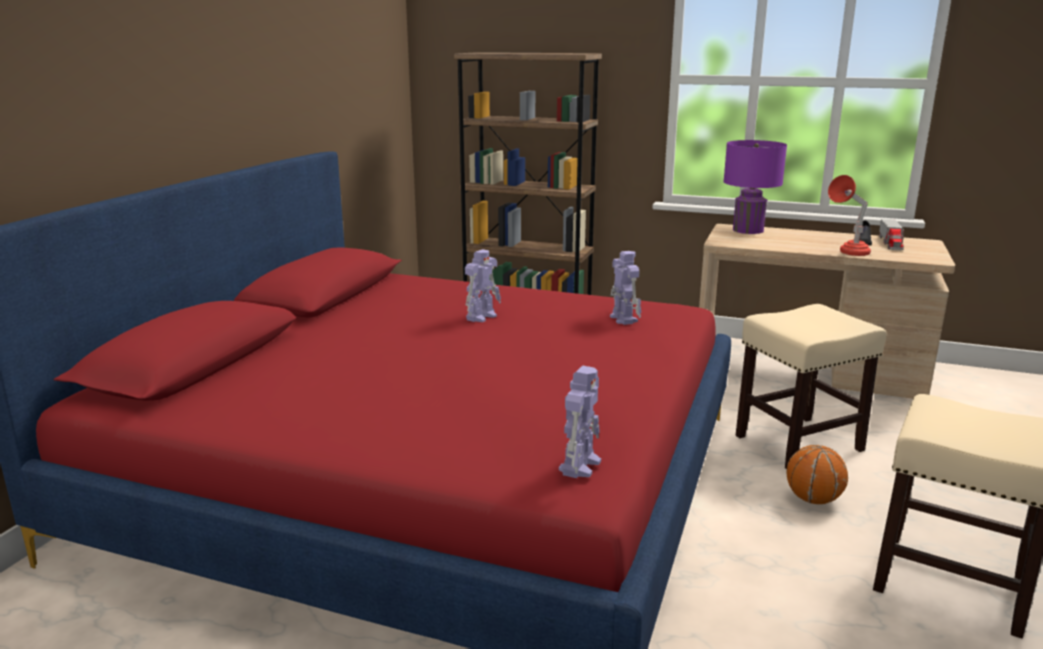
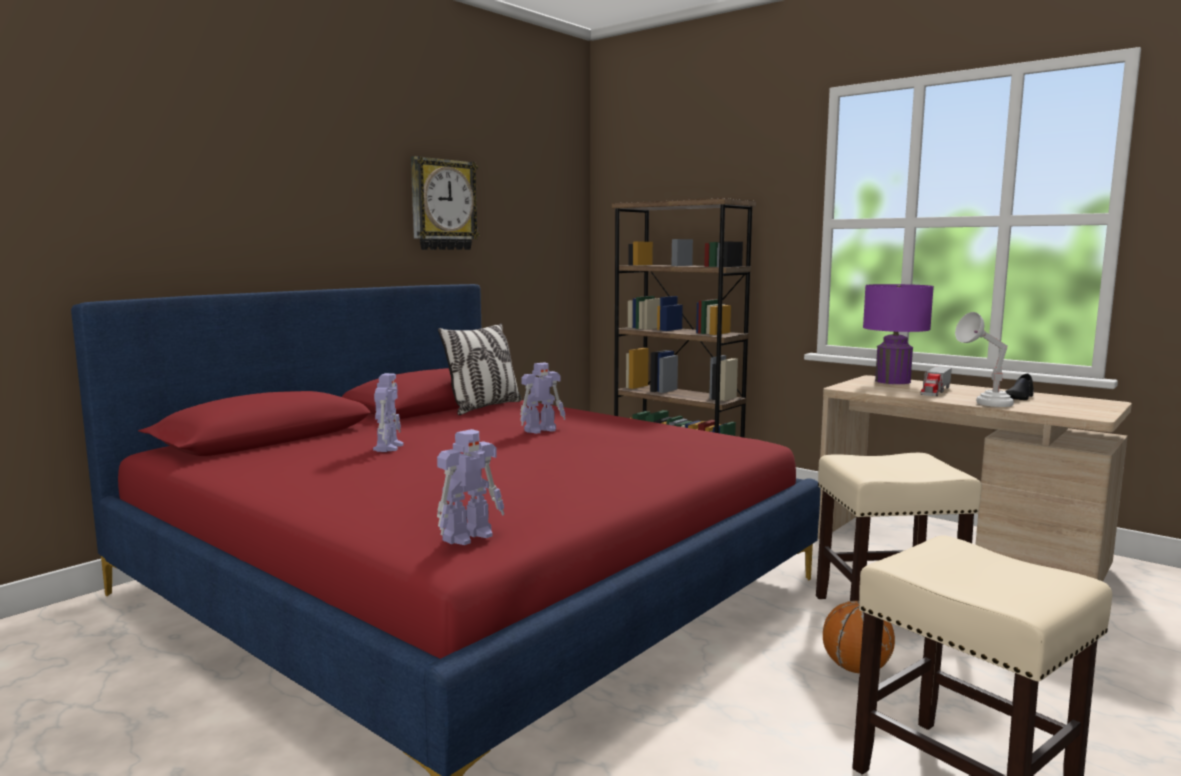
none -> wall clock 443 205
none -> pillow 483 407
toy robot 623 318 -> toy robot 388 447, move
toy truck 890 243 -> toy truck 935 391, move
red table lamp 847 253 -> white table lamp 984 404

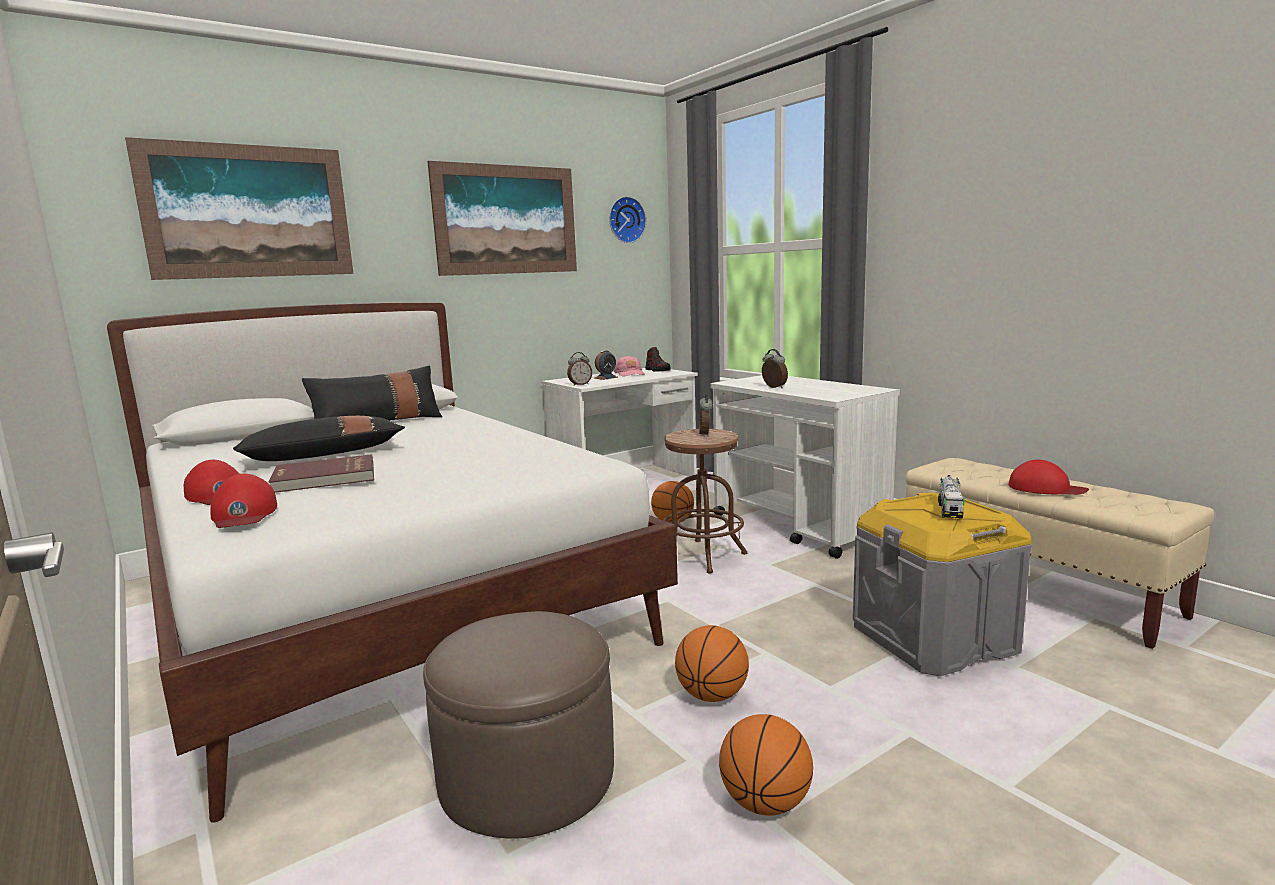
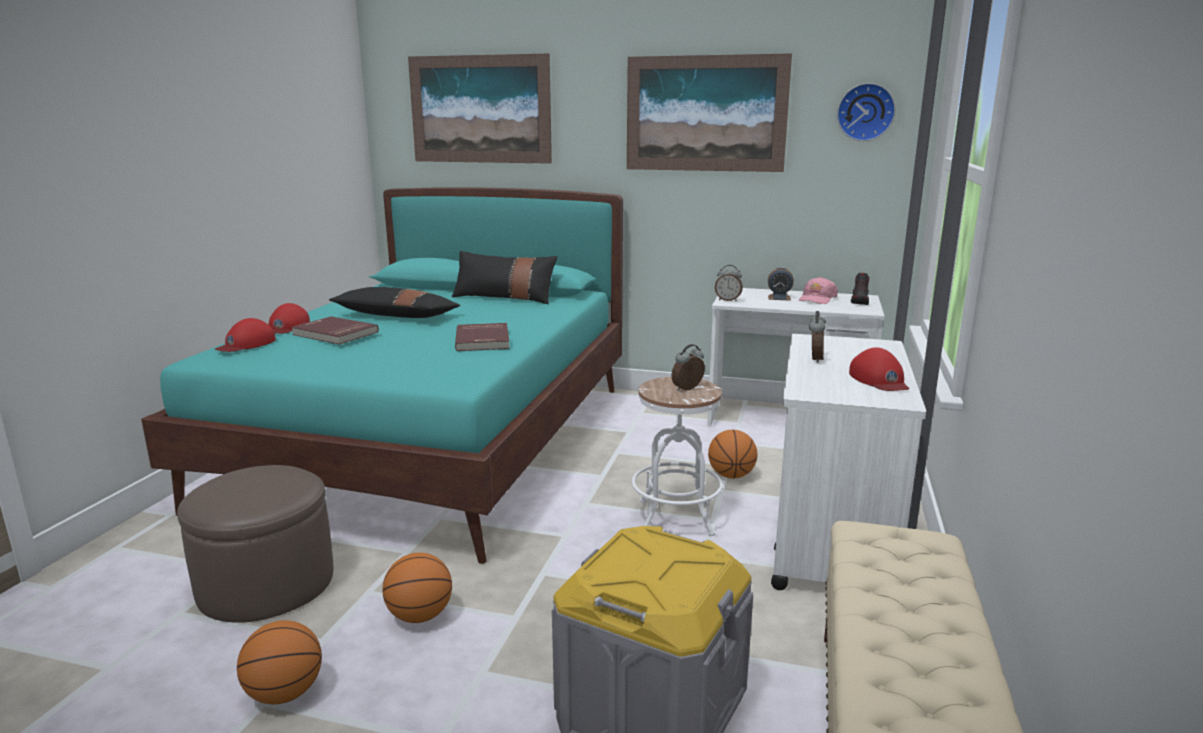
toy truck 950 510 -> none
none -> red book 484 340
red cap 1045 488 -> red cap 879 380, move
white bed 383 604 -> turquoise bed 436 442
brown stool 703 556 -> white stool 675 518

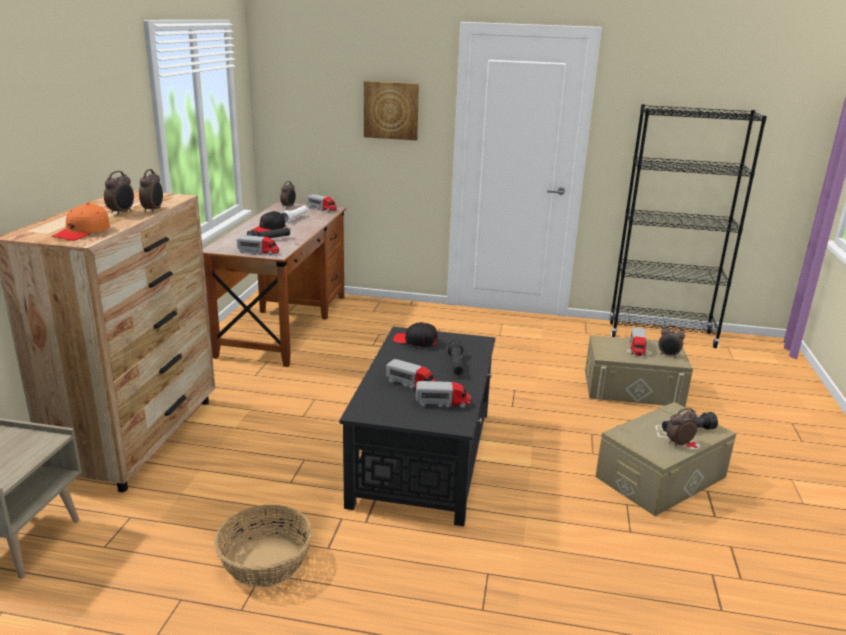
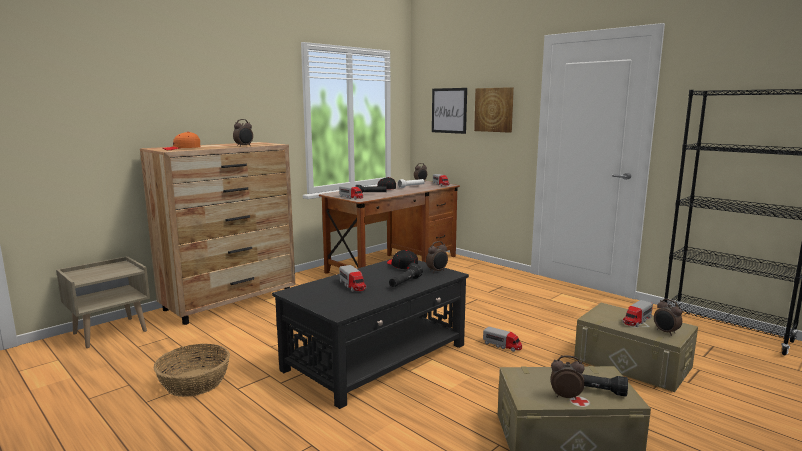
none -> picture 449 110
alarm clock 122 213 -> alarm clock 437 271, move
toy truck 443 403 -> toy truck 502 345, move

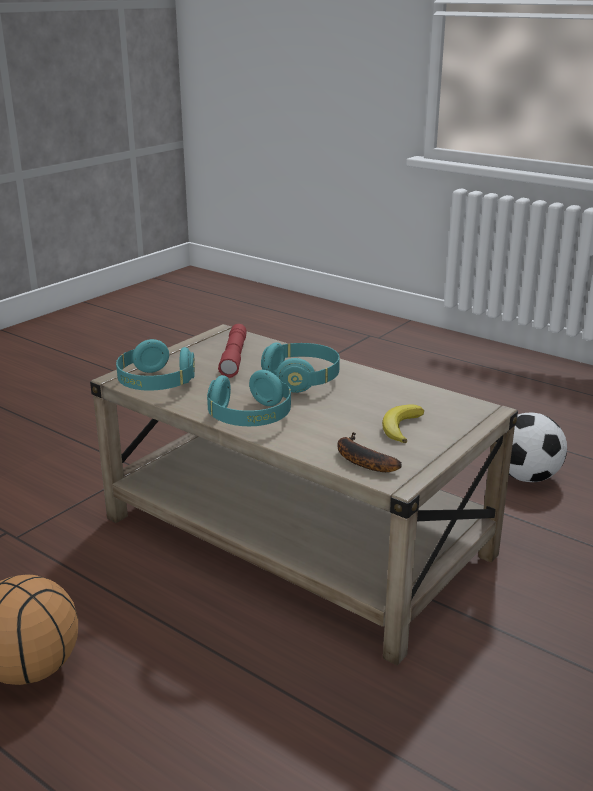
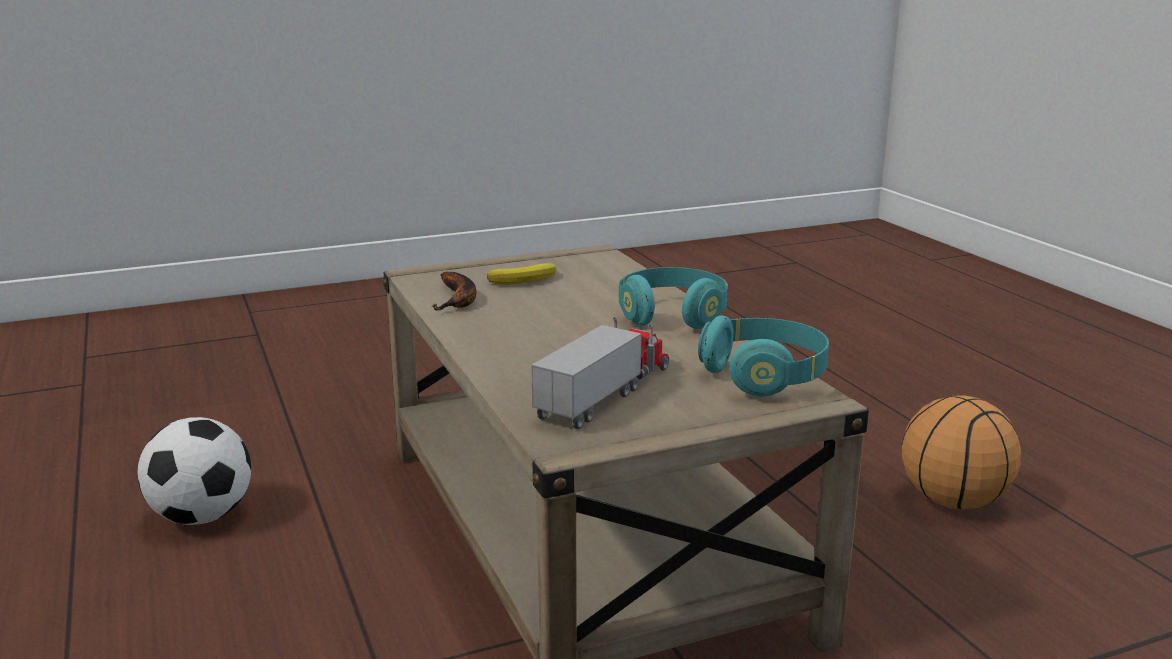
turquoise headphones 302 379 -> none
banana 360 460 -> banana 459 299, move
red flashlight 234 357 -> toy truck 607 392

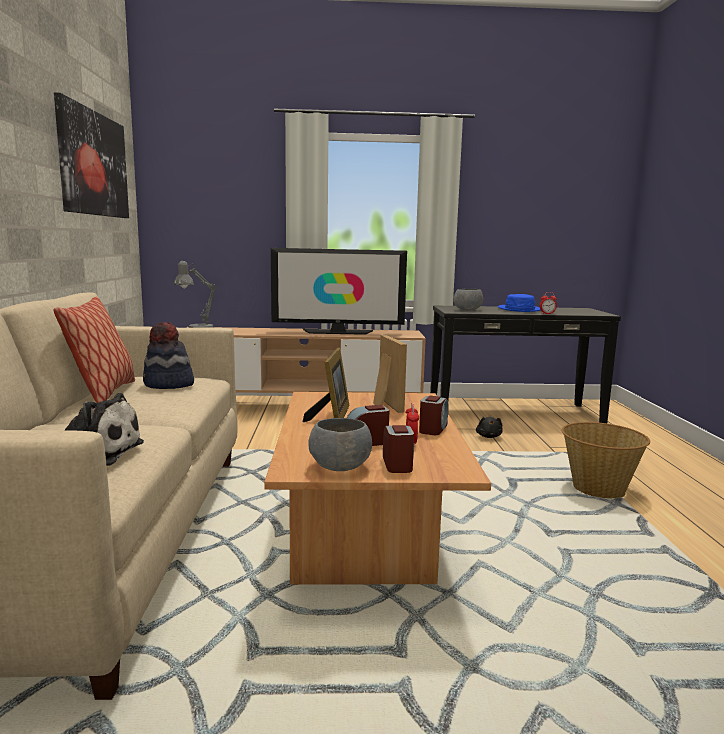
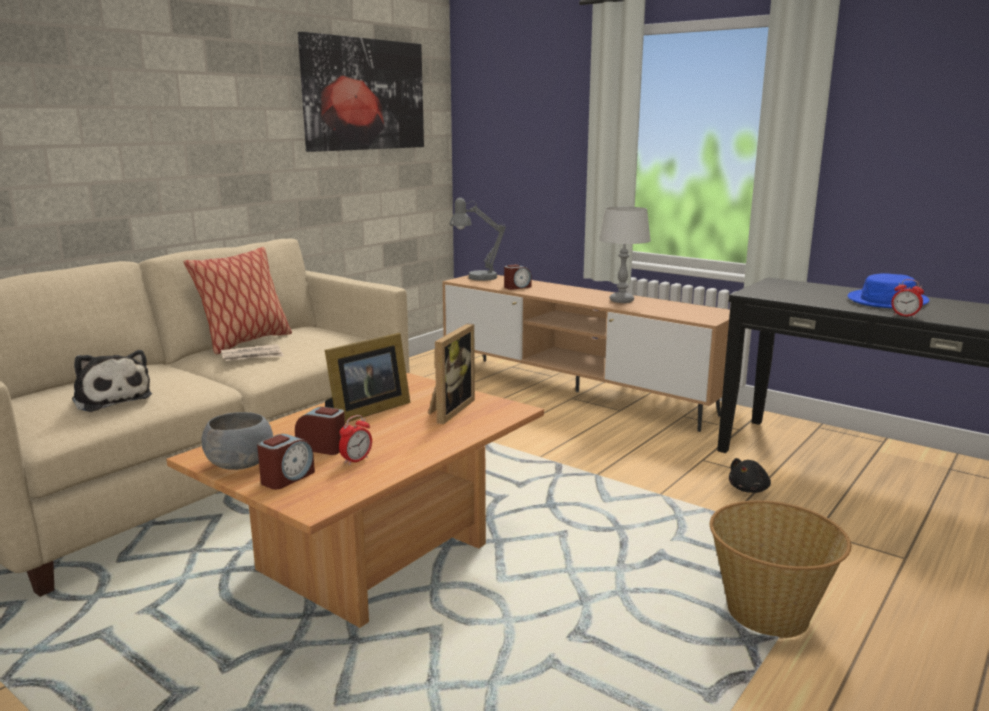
hat 168 385 -> none
grey bowl 467 310 -> none
none -> newspaper 252 356
alarm clock 433 429 -> alarm clock 517 287, move
television 338 332 -> grey table lamp 622 300

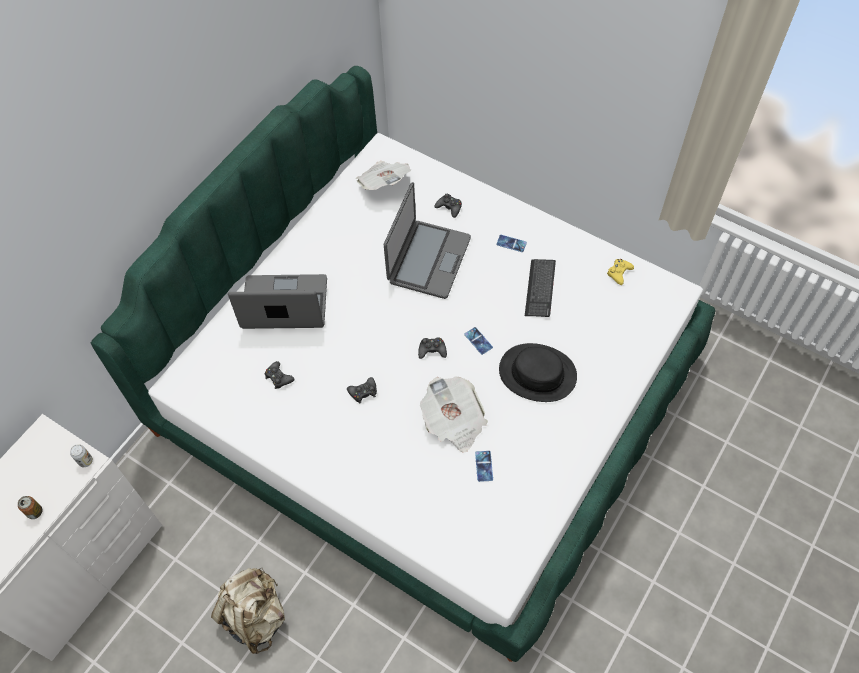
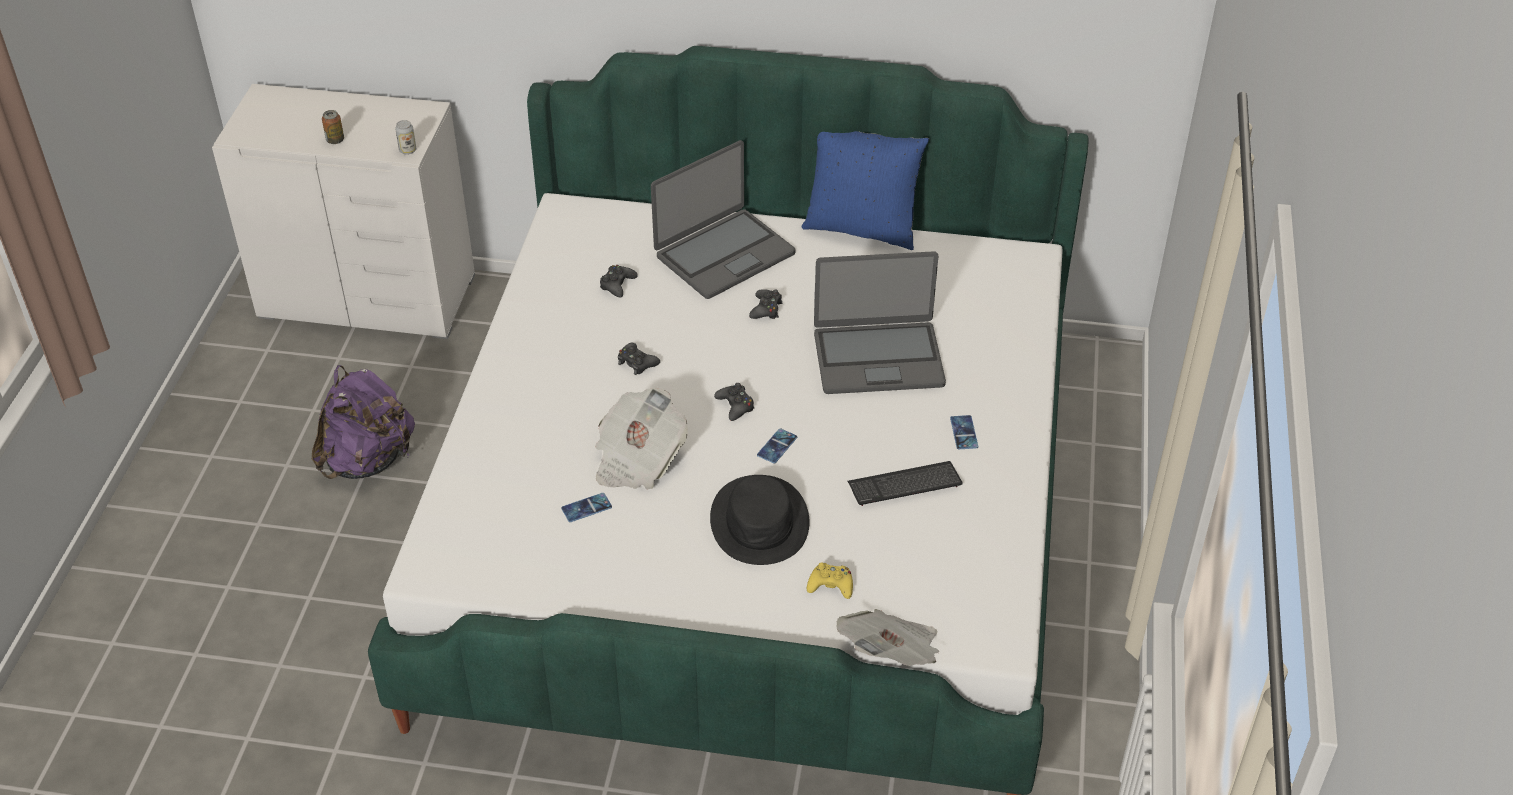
none -> blue pillow 861 228
newspaper 383 184 -> newspaper 891 654, move
black game controller 449 207 -> black game controller 766 309, move
yellow game controller 619 273 -> yellow game controller 831 585, move
beige backpack 255 616 -> purple backpack 368 460
laptop 284 305 -> laptop 724 254, 75 degrees clockwise

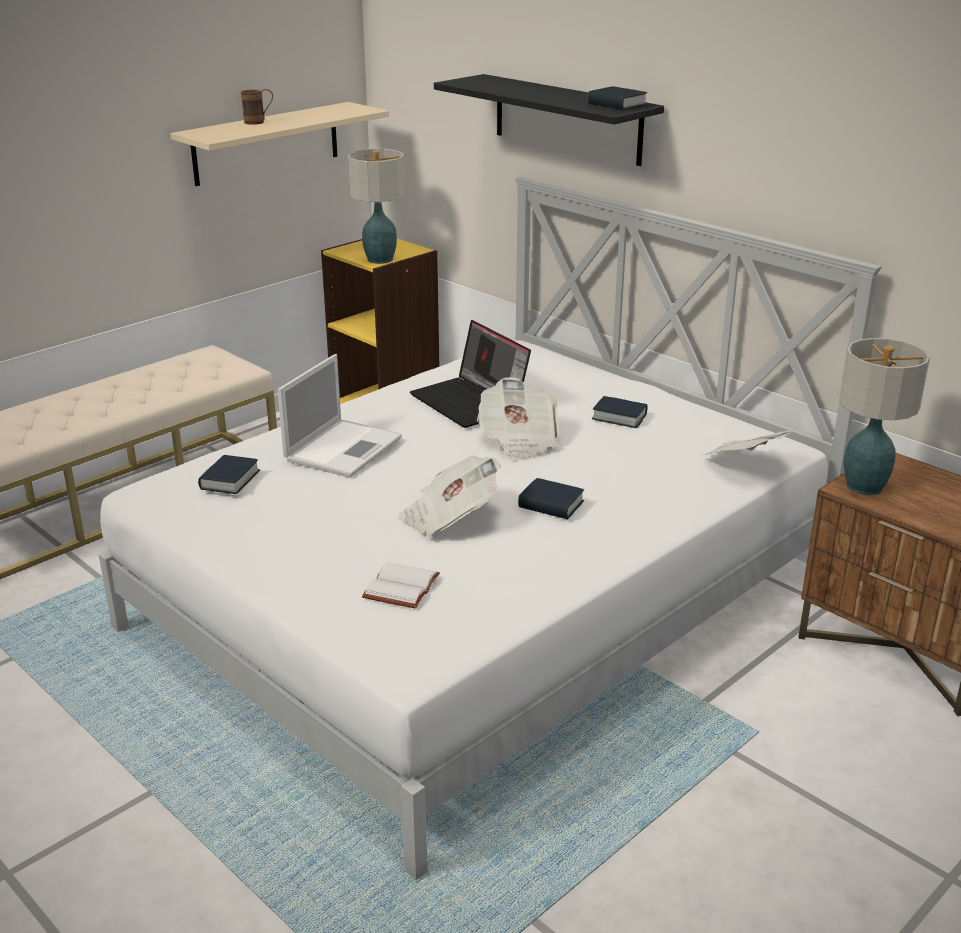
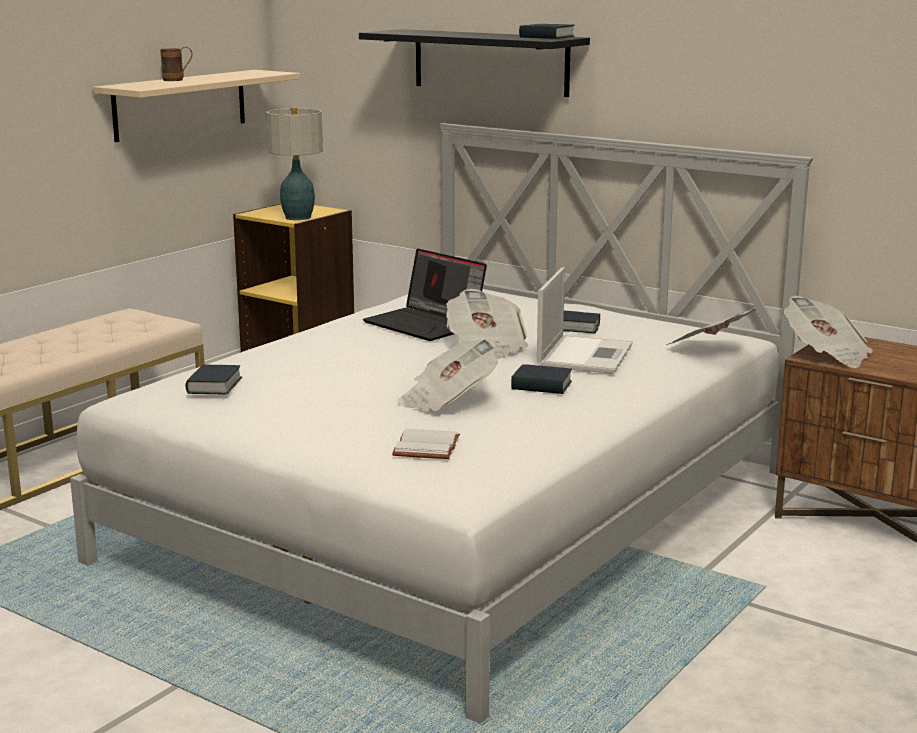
laptop 344 448 -> laptop 585 355, move
table lamp 865 486 -> newspaper 826 355

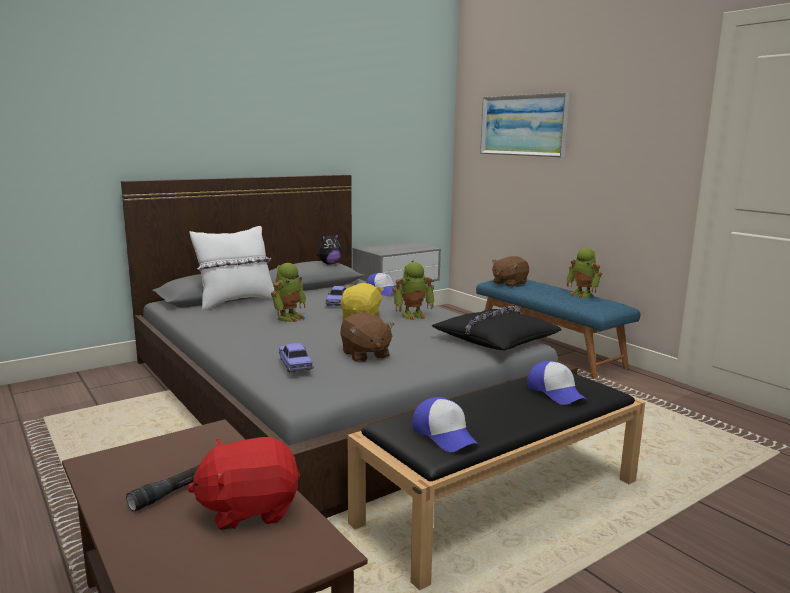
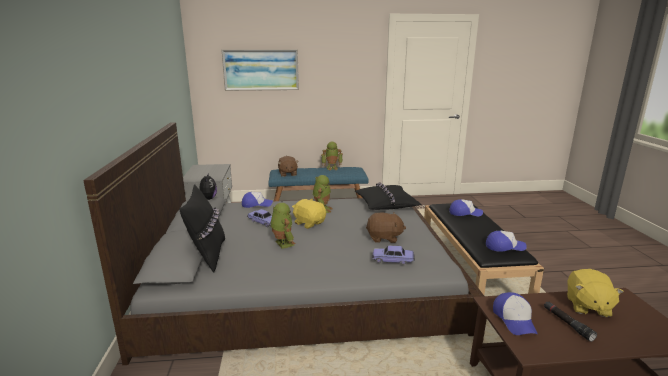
none -> cap 514 319
red plush toy 249 509 -> yellow plush toy 587 306
white pillow 236 302 -> black pillow 208 255

